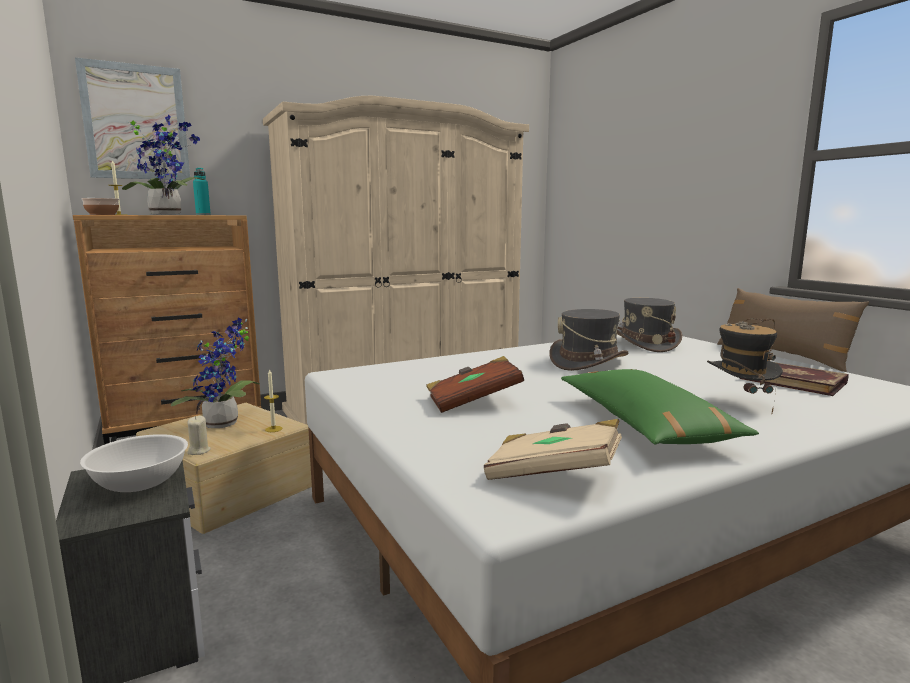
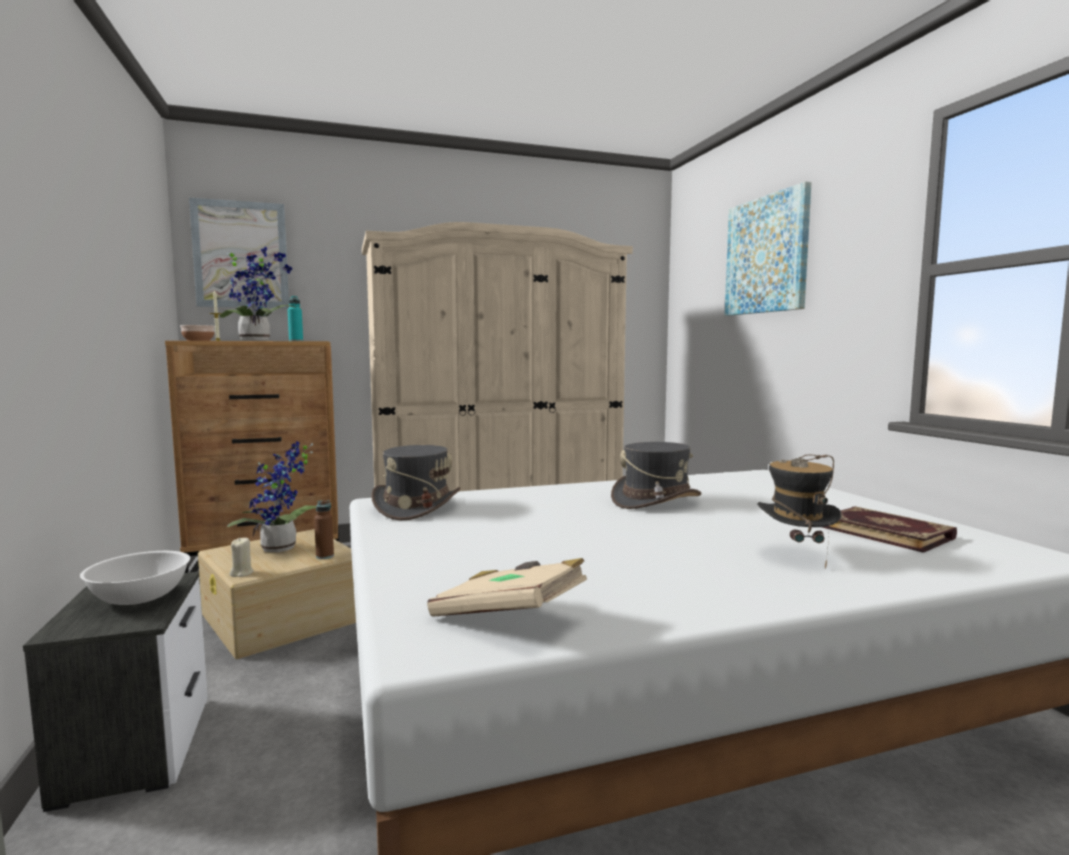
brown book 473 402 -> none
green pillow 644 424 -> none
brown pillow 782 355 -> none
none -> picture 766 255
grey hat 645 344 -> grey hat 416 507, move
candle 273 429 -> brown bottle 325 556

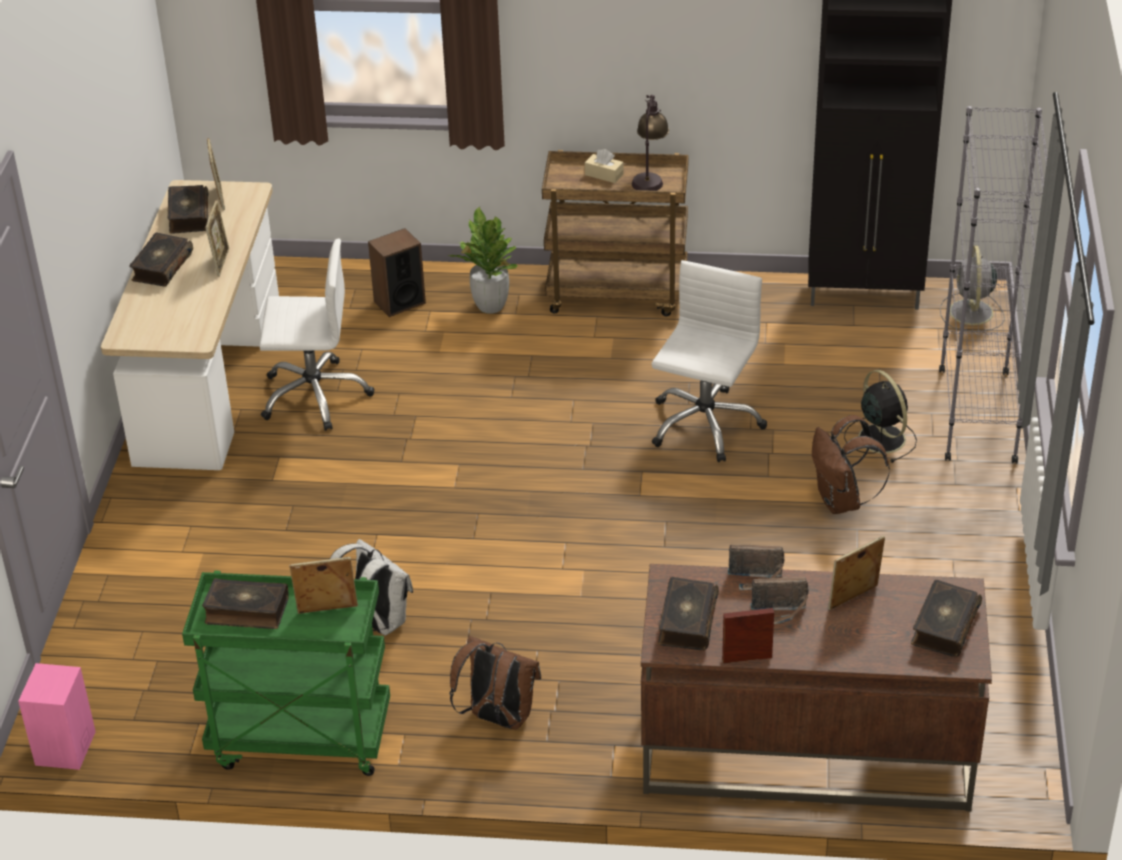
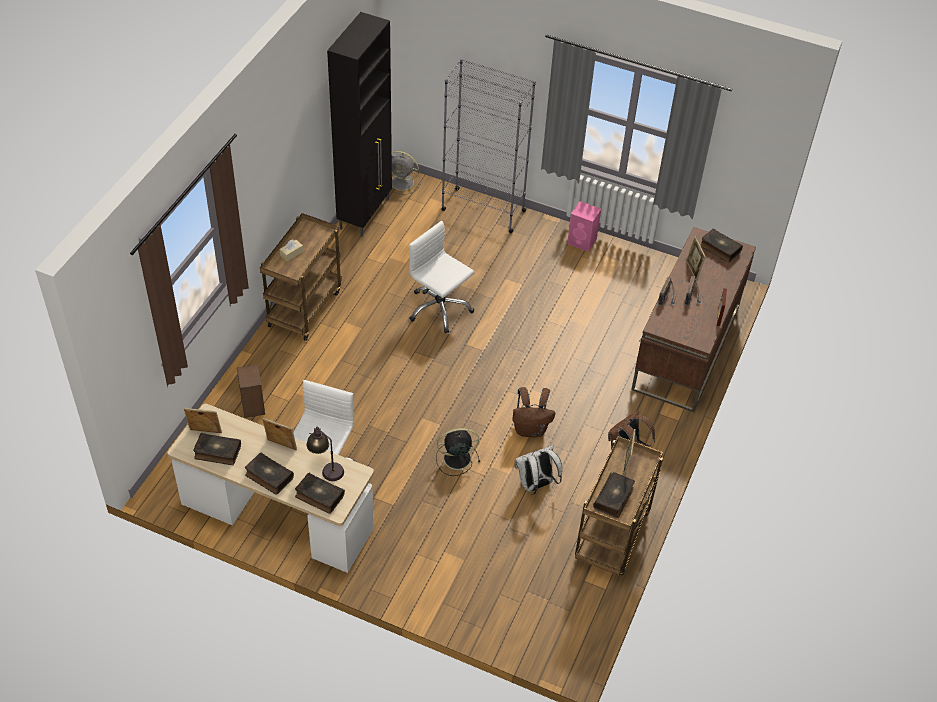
potted plant 490 306 -> none
pink speaker 65 749 -> pink speaker 582 241, move
table lamp 649 177 -> table lamp 326 468, move
book 686 622 -> book 319 496, move
brown backpack 842 502 -> brown backpack 530 429, move
black fan 880 437 -> black fan 455 458, move
green cart 299 740 -> brown cart 612 538

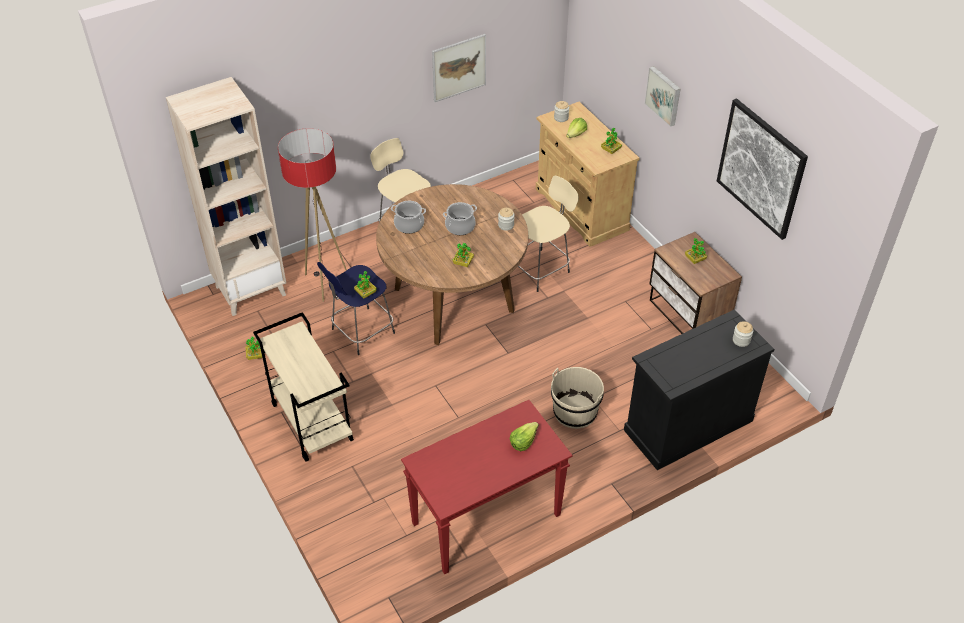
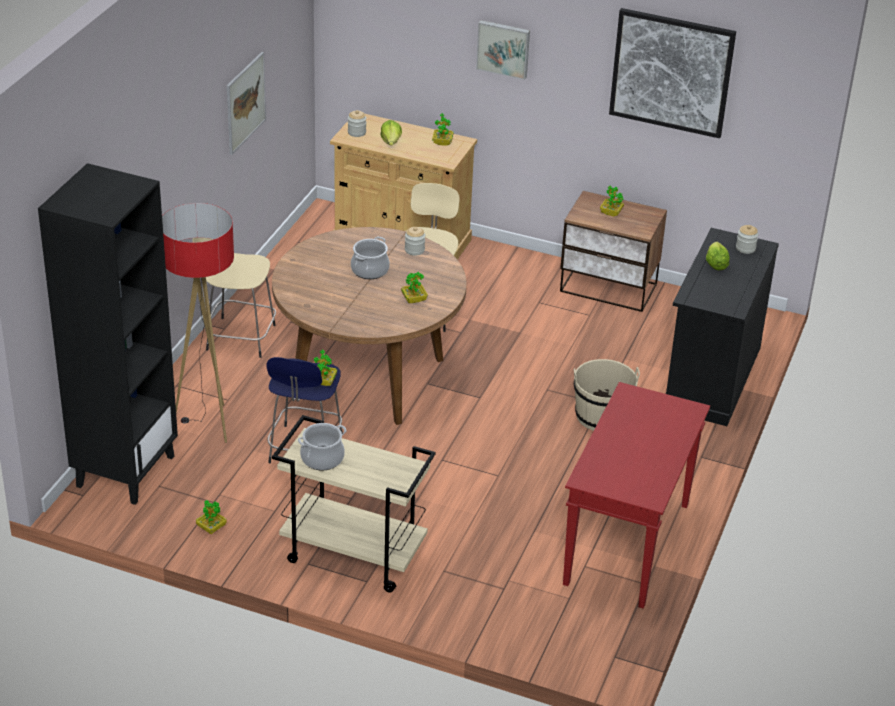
cooking pot 409 225 -> cooking pot 322 459, move
lettuce 523 441 -> lettuce 715 263, move
beige bookcase 251 290 -> black bookcase 125 470

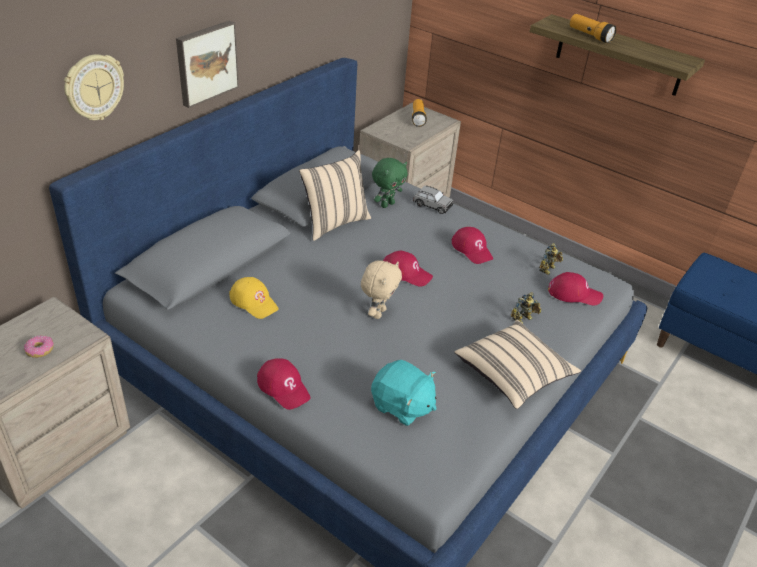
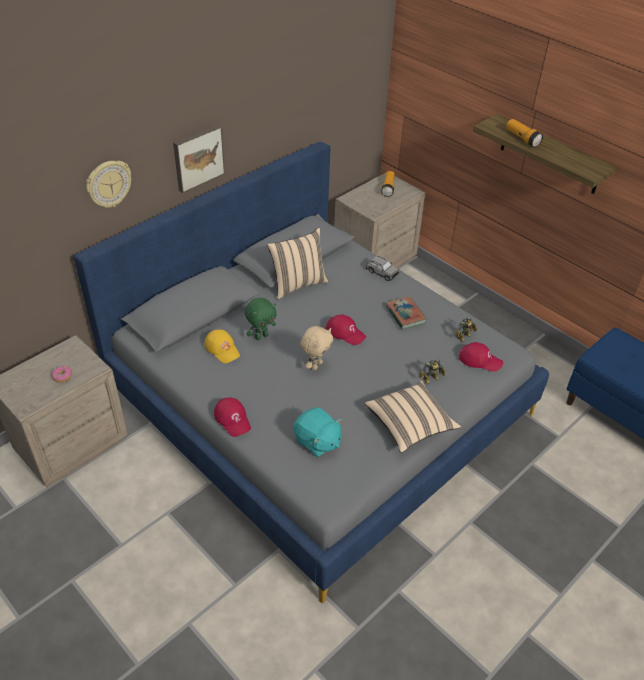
green plush toy 387 204 -> green plush toy 261 336, move
red cap 472 249 -> book 405 315

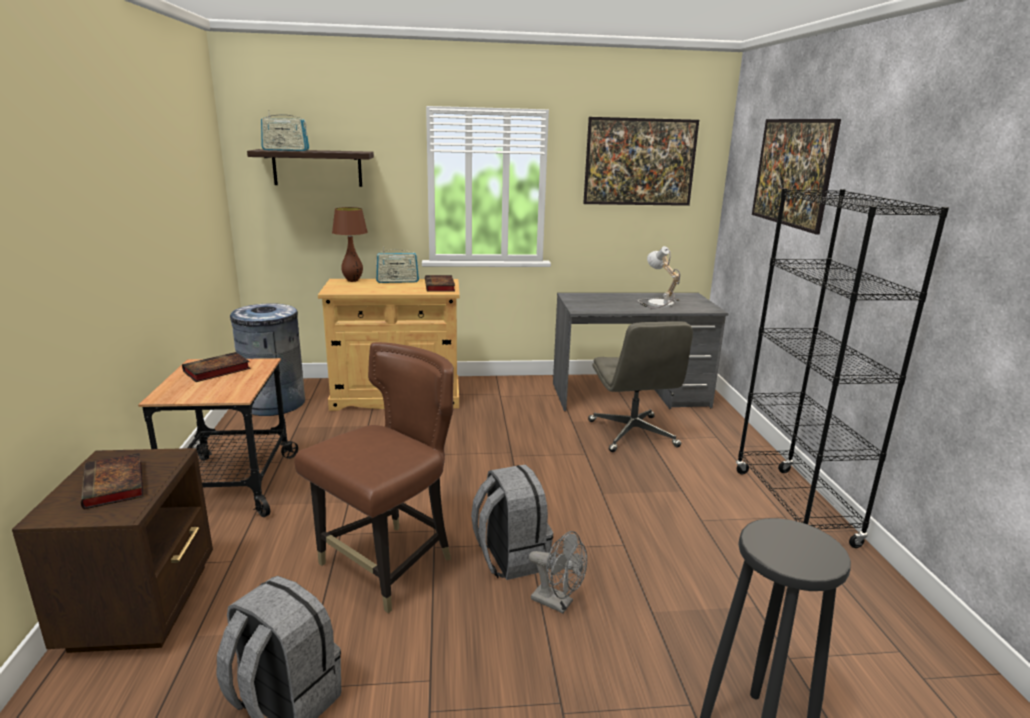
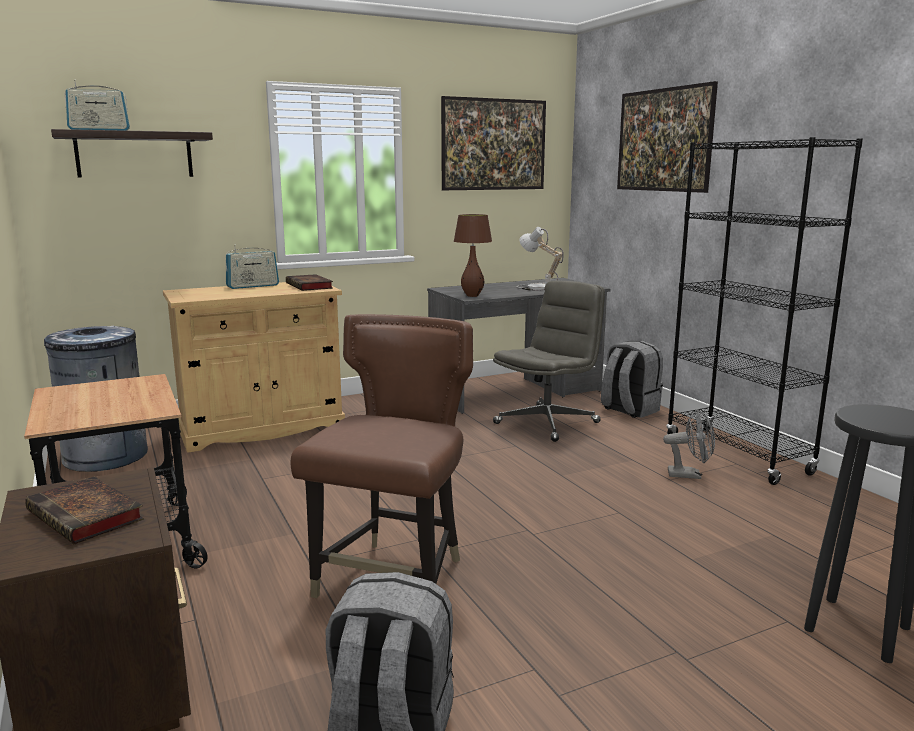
book 215 371 -> none
brown table lamp 353 280 -> brown table lamp 472 296, move
grey backpack 510 557 -> grey backpack 629 410, move
grey fan 558 603 -> grey fan 690 475, move
grey office chair 633 434 -> grey office chair 547 422, 105 degrees counterclockwise

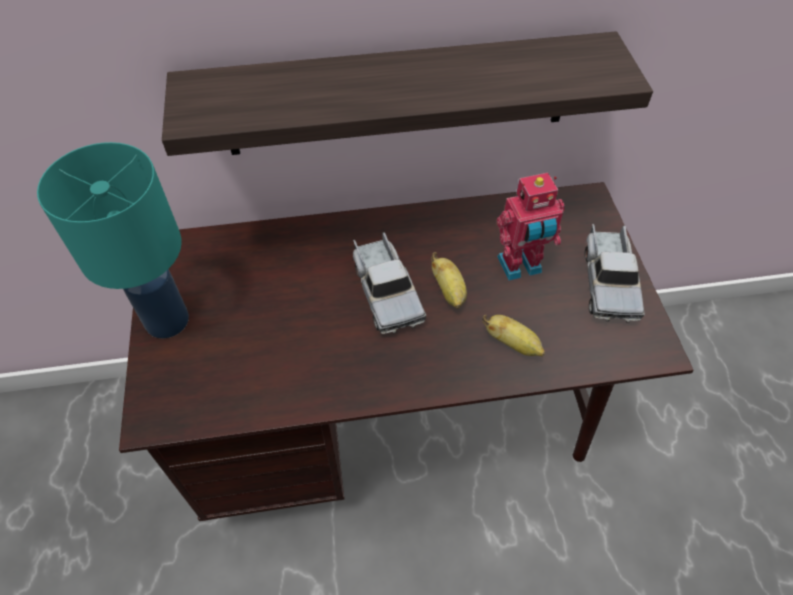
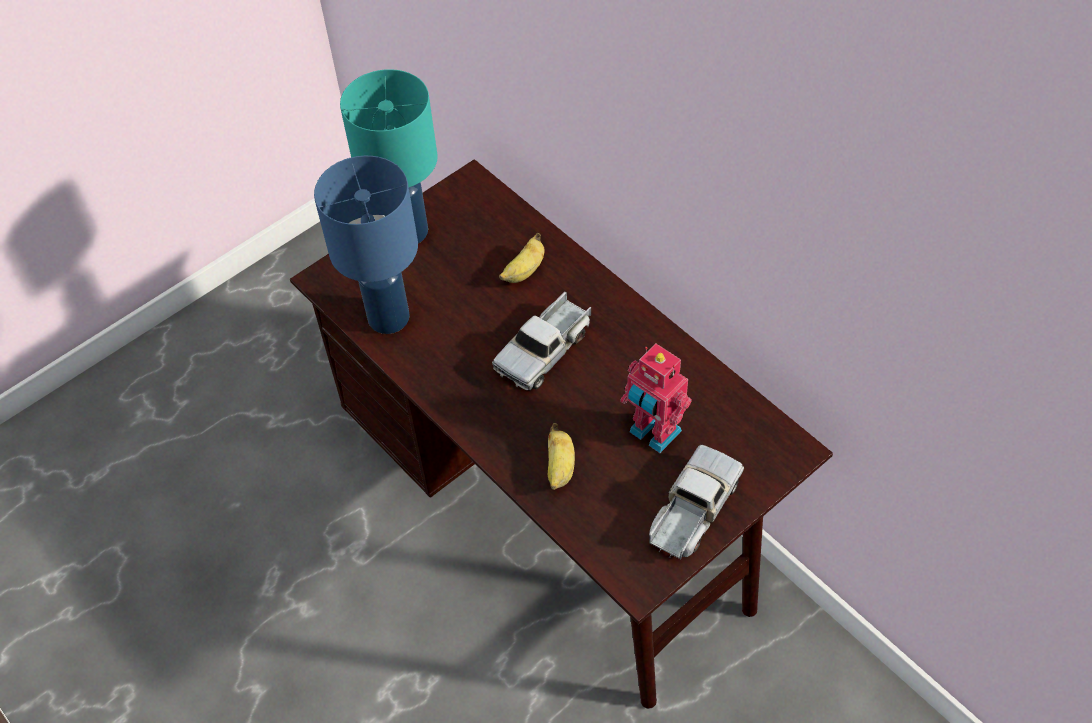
shelf 398 95 -> none
none -> blue table lamp 390 318
banana 449 291 -> banana 524 271, move
toy truck 608 281 -> toy truck 693 511, 150 degrees clockwise

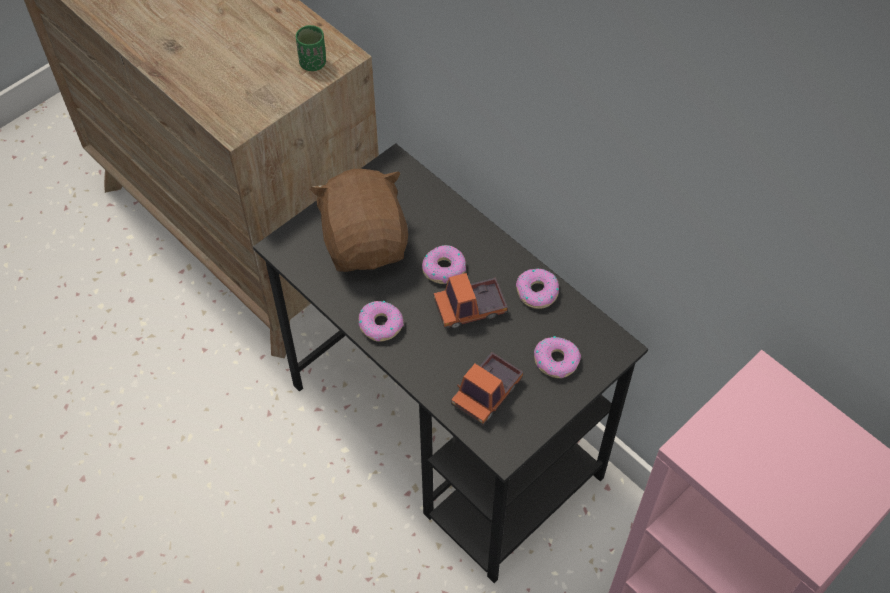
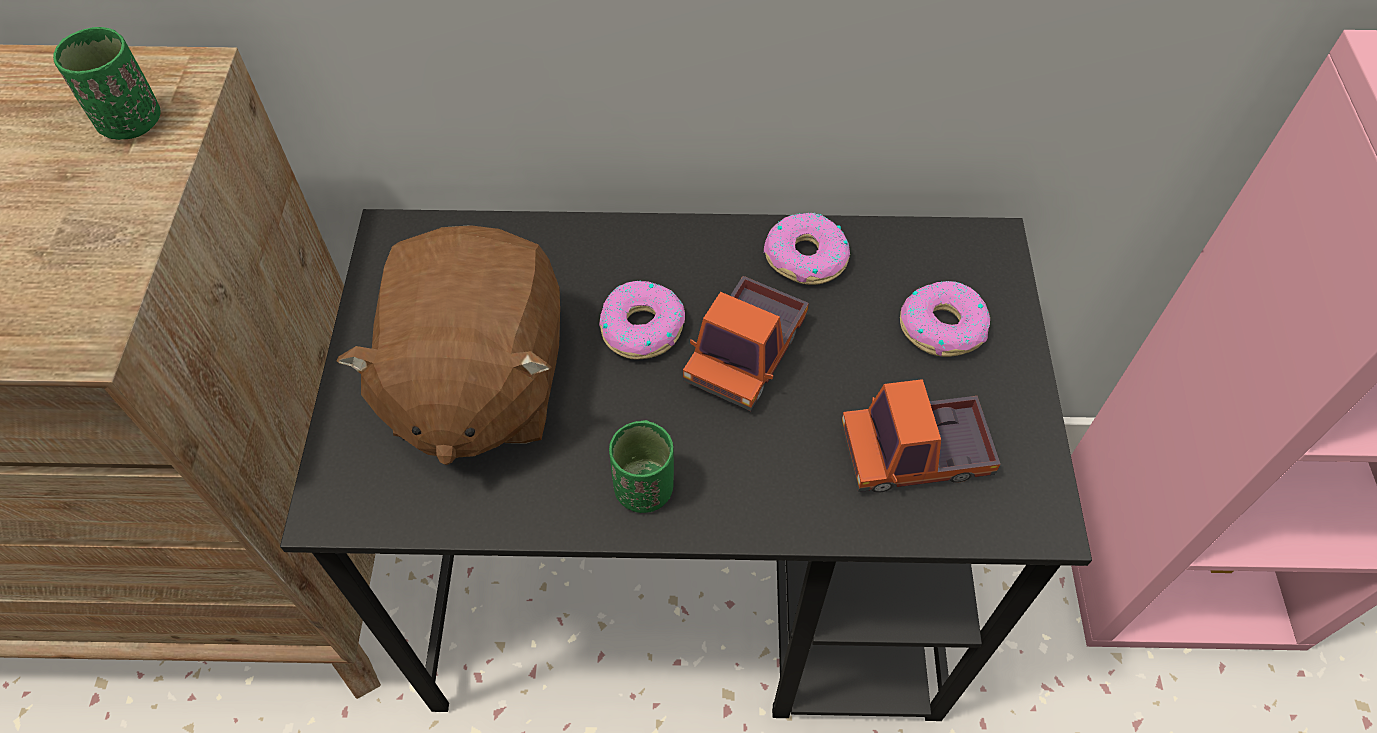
donut 380 324 -> green cup 644 489
brown plush toy 365 242 -> brown plush toy 477 384, 120 degrees counterclockwise
toy truck 487 393 -> toy truck 914 453, 90 degrees clockwise

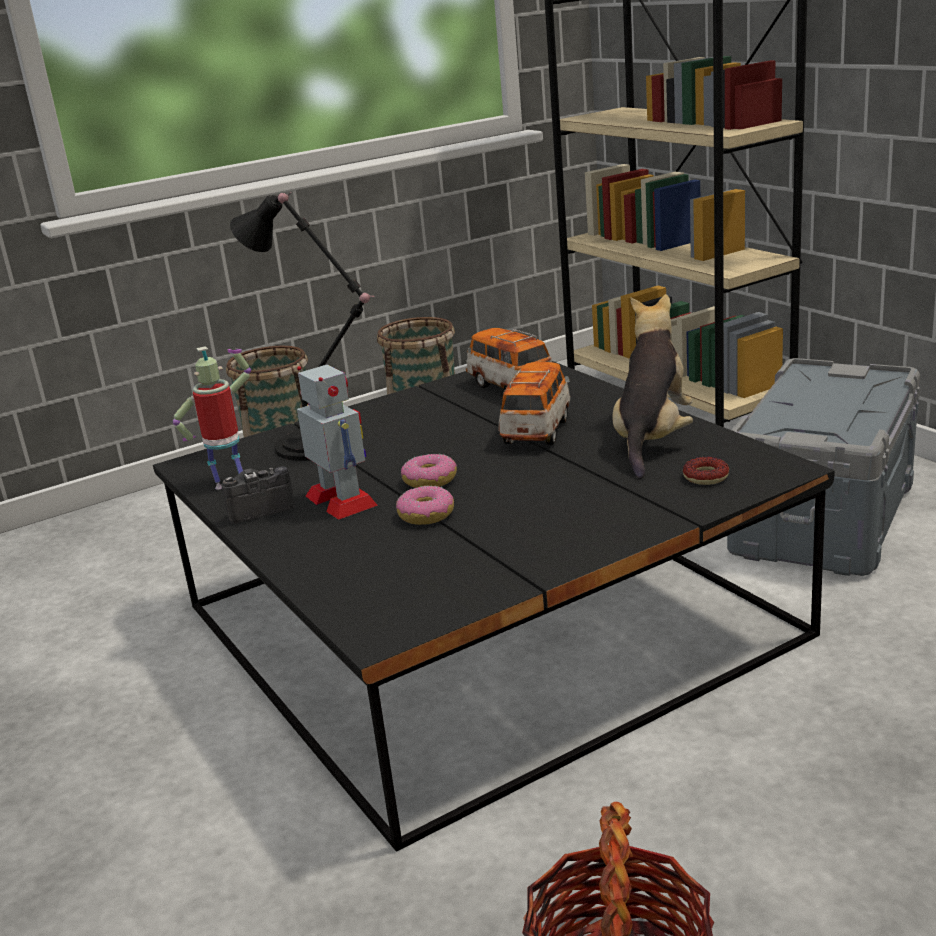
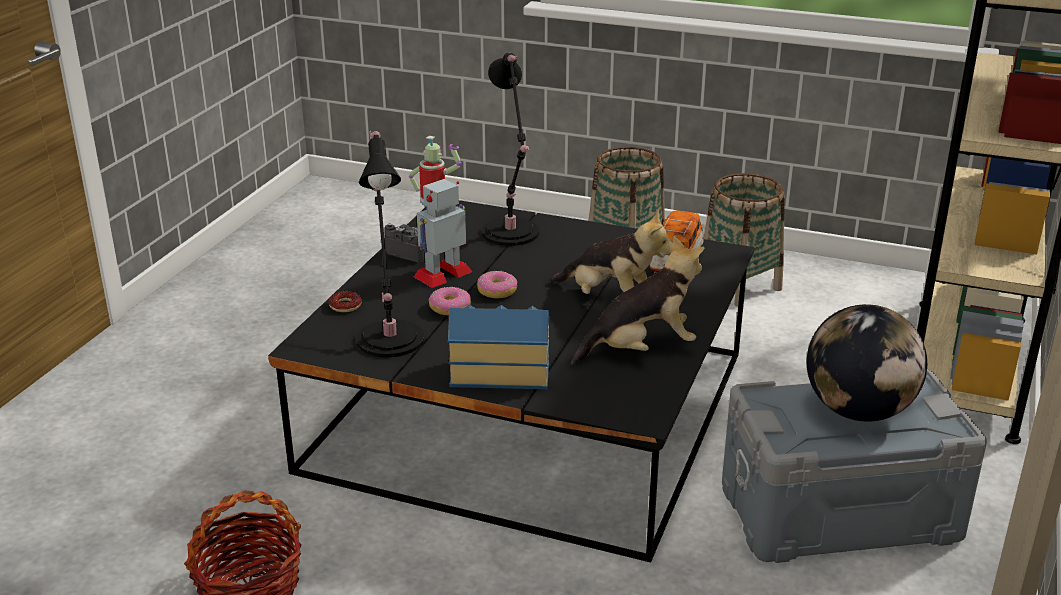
none -> black table lamp 390 336
none -> toy house 499 372
none -> globe 858 411
donut 705 477 -> donut 345 305, move
toy car 537 430 -> plush toy 611 300
toy robot 342 501 -> toy robot 443 274, 150 degrees counterclockwise

